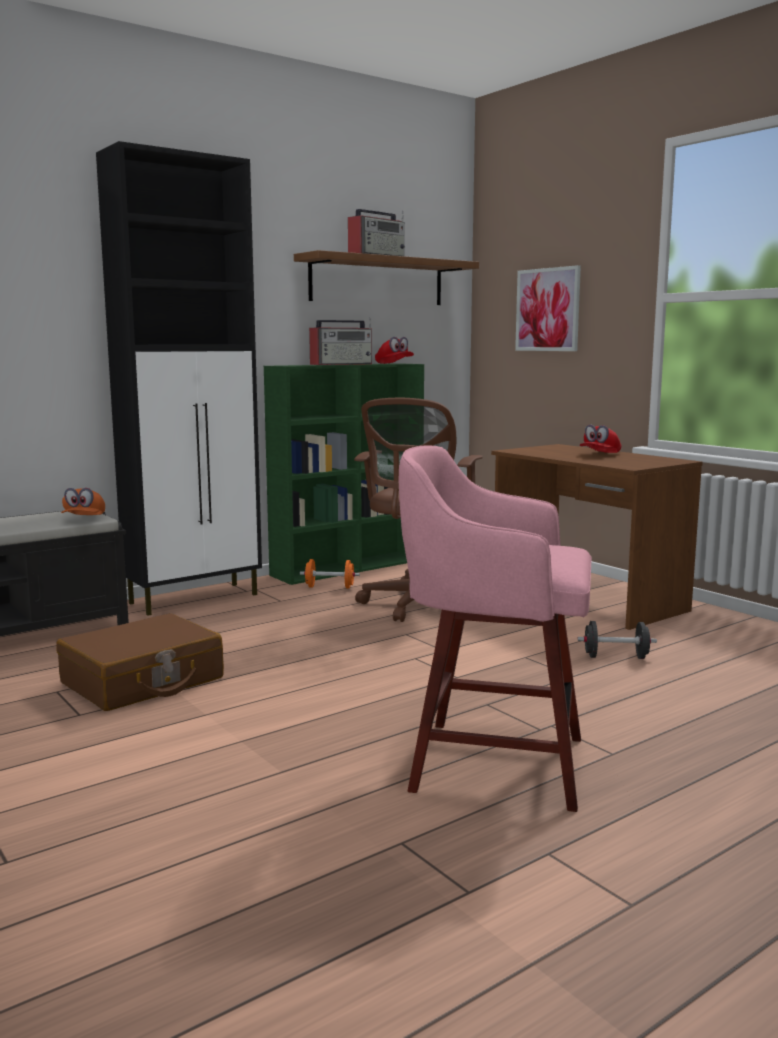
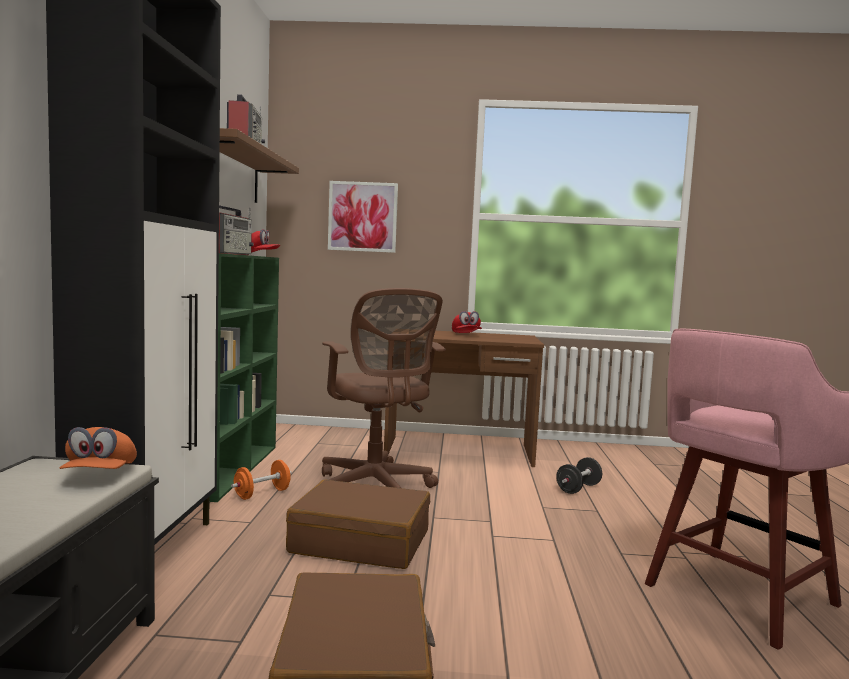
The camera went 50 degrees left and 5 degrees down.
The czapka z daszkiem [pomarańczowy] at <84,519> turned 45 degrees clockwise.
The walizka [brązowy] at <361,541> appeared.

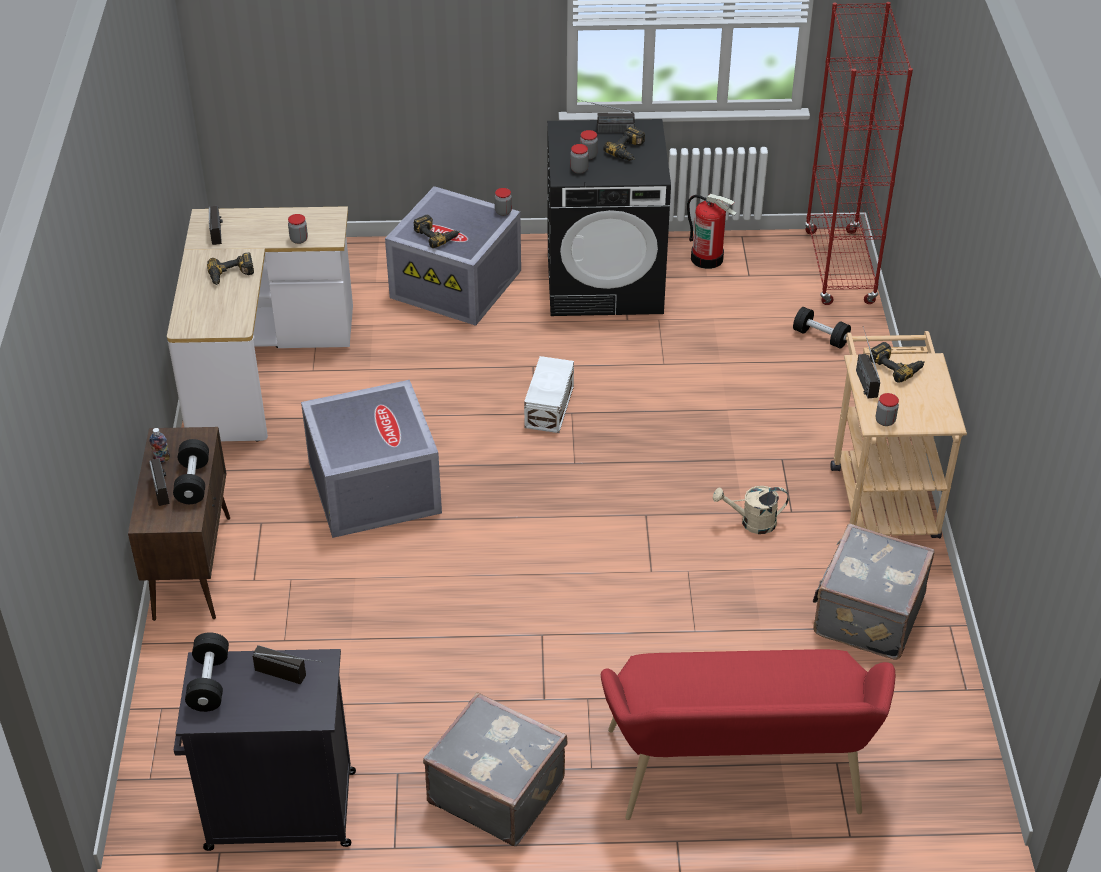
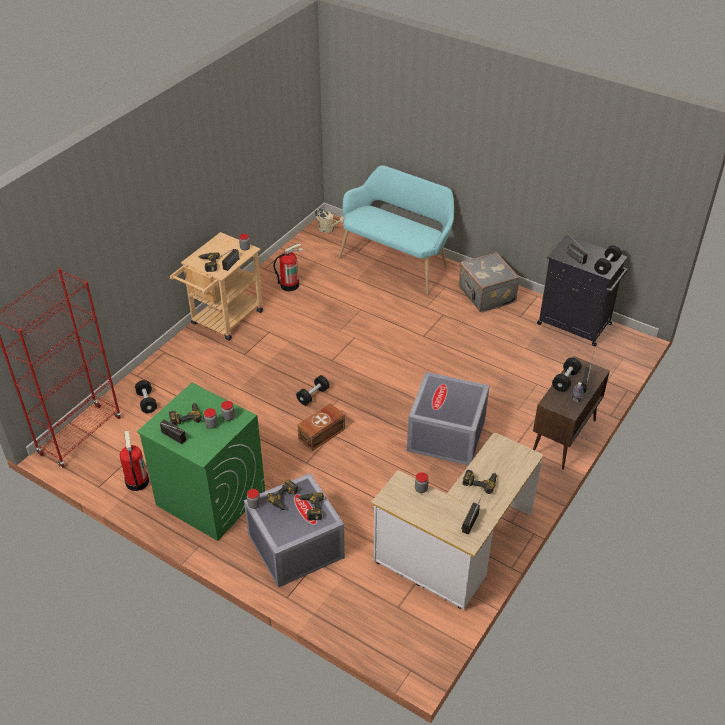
The camera went 145 degrees left and 0 degrees up.
The pralka [czarny] at <605,282> became the pralka [zielony] at <210,497>.
The pojemnik do przechowywania [biały] at <548,407> became the pojemnik do przechowywania [brązowy] at <322,434>.
The konewka [beżowy] moved from <751,522> to <329,229>.
The walizka [szary] at <866,615> was replaced by the gaśnica at <289,285>.
The ławka [czerwony] at <738,781> became the ławka [turkusowy] at <397,262>.
The hantel [czarny] at <313,395> appeared.
The wiertarka at <285,499> appeared.

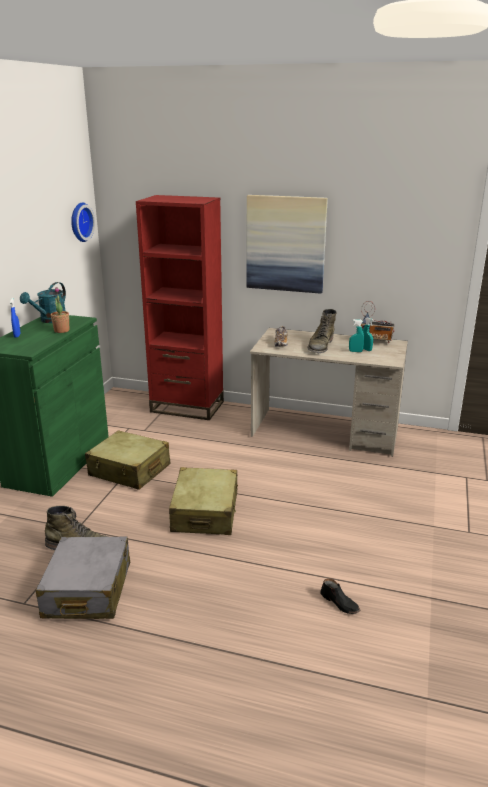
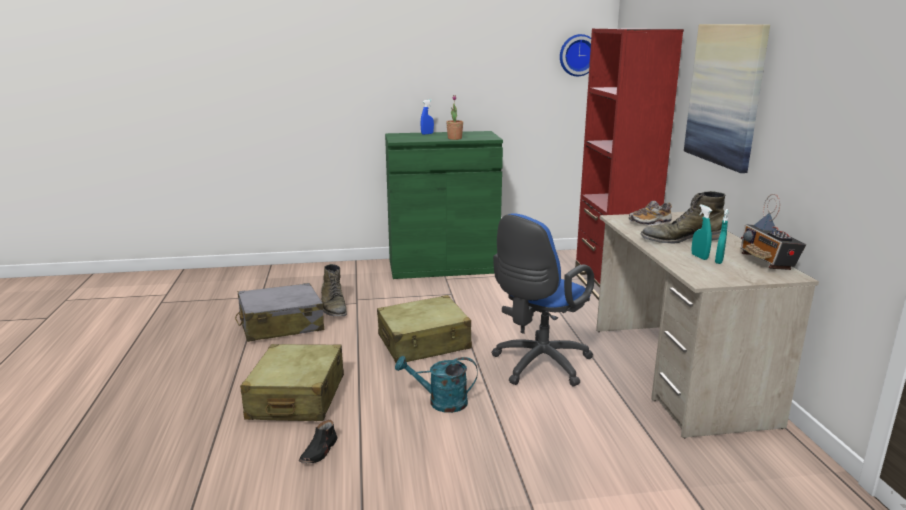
The camera went 65 degrees right and 5 degrees down.
The konewka [turkusowy] moved from <50,320> to <440,402>.
The walizka [beżowy] moved from <129,470> to <296,398>.
The krzesło biurowe [niebieski] at <538,366> appeared.

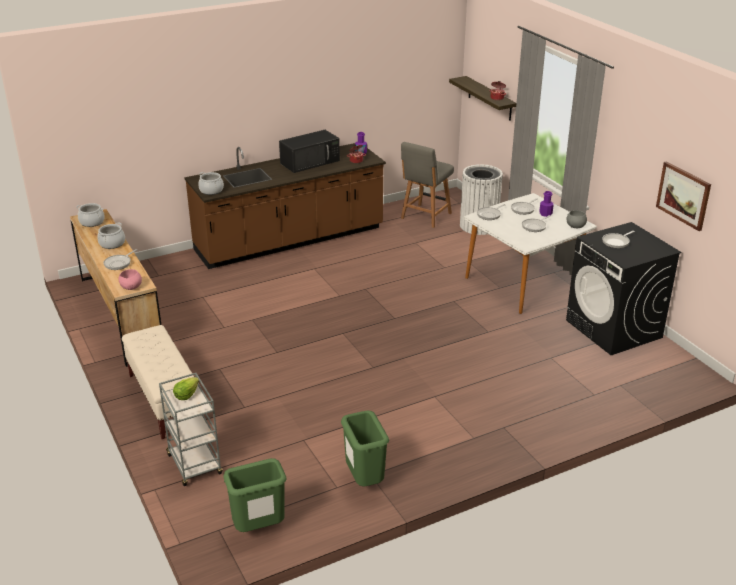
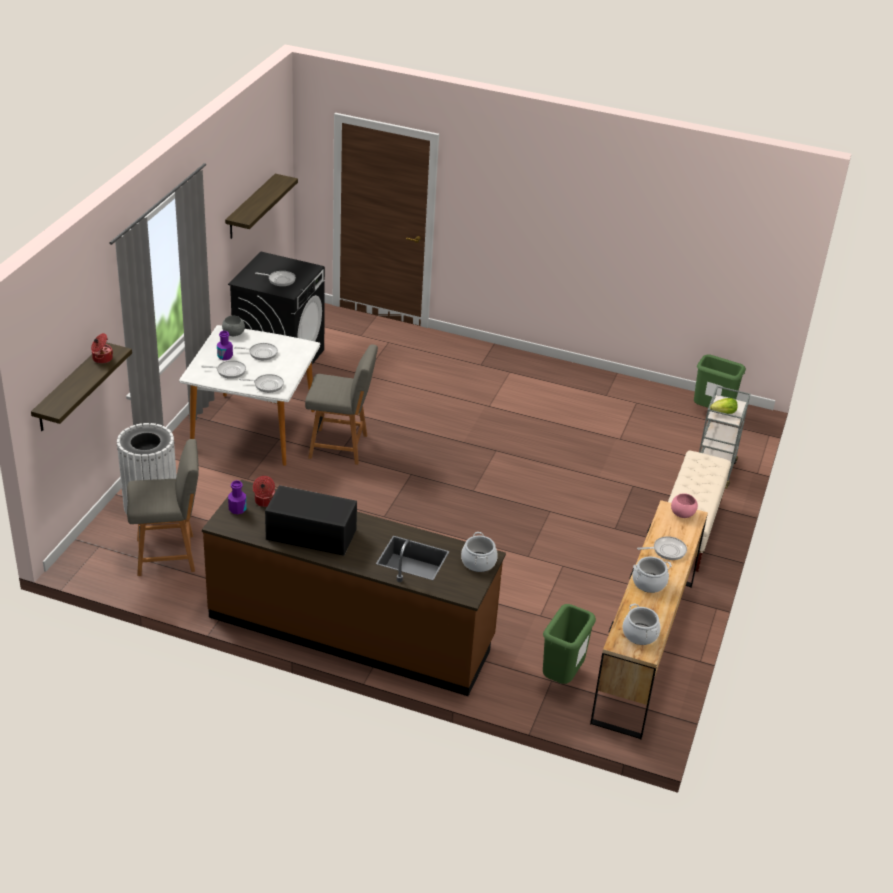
The camera went 135 degrees left and 5 degrees up.
The obraz at <683,195> was replaced by the półka at <251,207>.
The kosz na śmieci [zielony] moved from <364,481> to <562,677>.
The krzesło [szary] at <340,447> appeared.

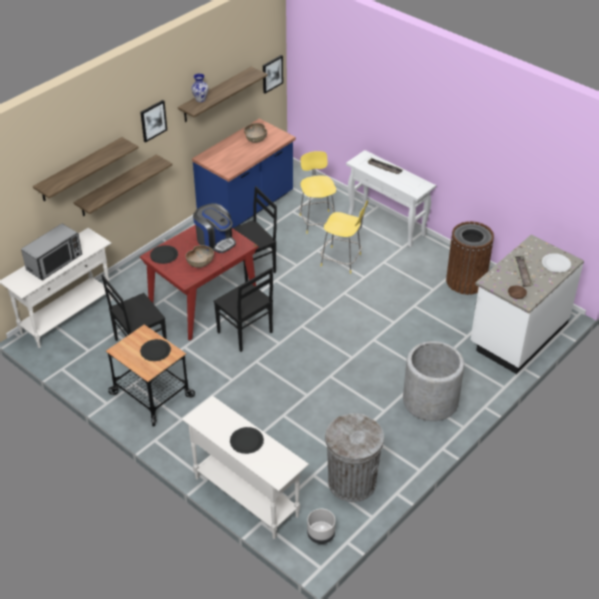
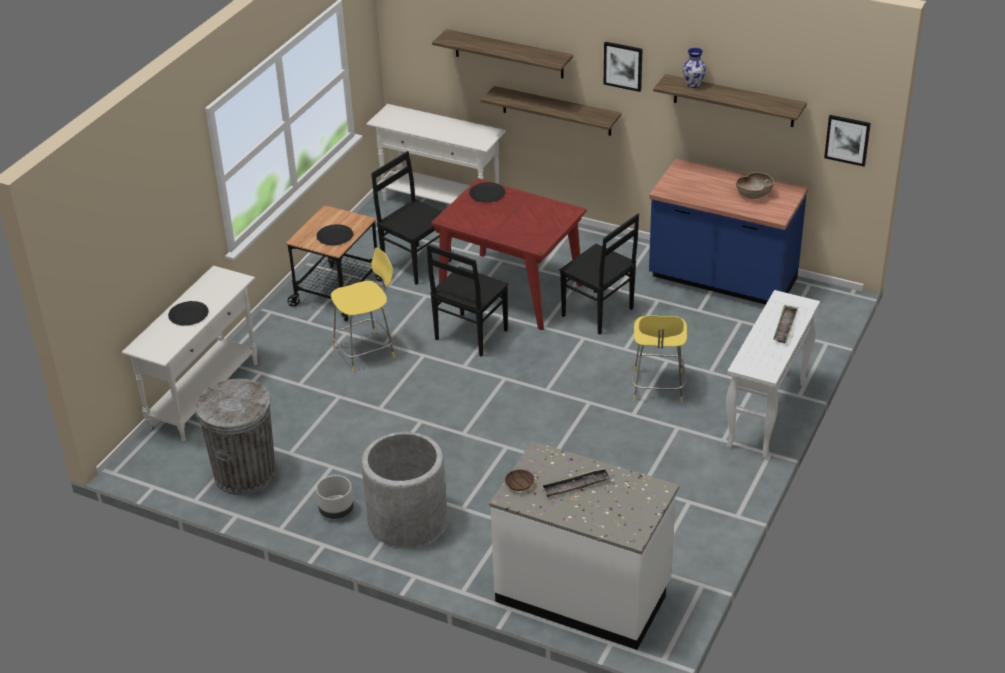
The camera went 75 degrees right and 5 degrees down.
The stołek [żółty] moved from <317,221> to <366,351>.
The ekspres do kawy at <215,241> disappeared.
The kosz na śmieci [brązowy] at <466,281> disappeared.
The mikrofalówka at <55,262> disappeared.
The miska [brązowy] at <200,263> disappeared.
The talerz [biały] at <556,263> disappeared.
The donica [szary] moved from <321,534> to <336,510>.

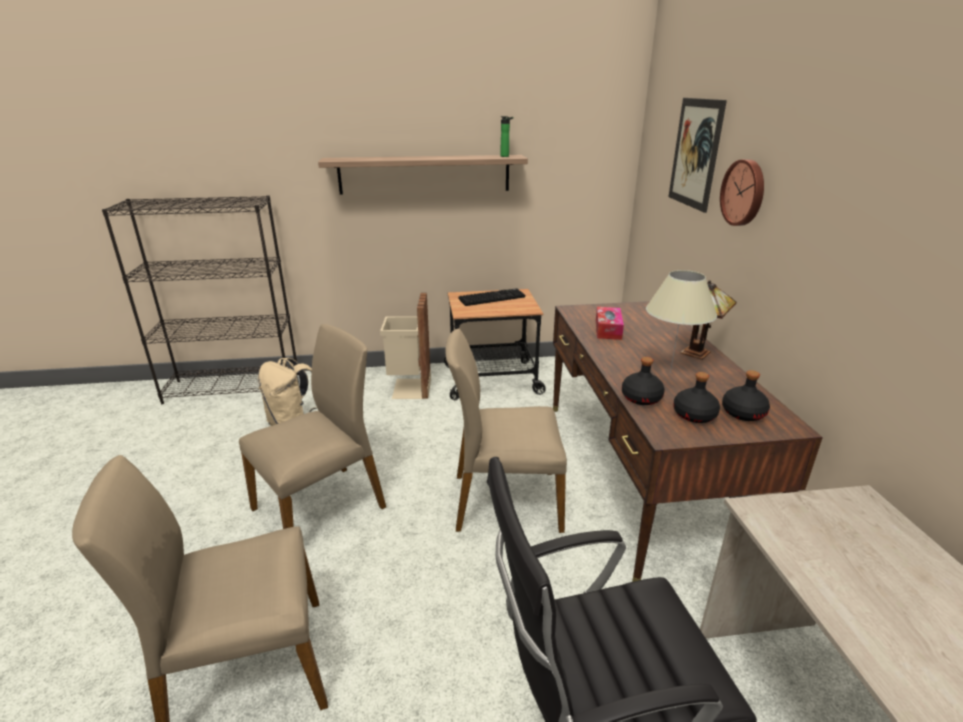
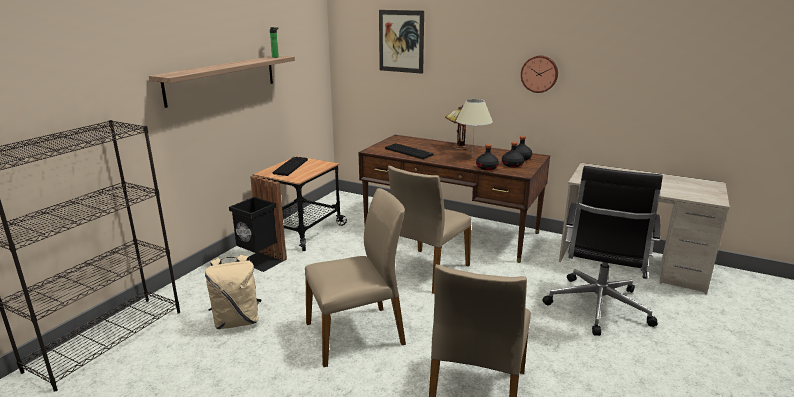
The camera went 55 degrees left and 5 degrees down.
The zegar ścienny moved from <744,193> to <539,74>.
The kosz na śmieci [beżowy] at <409,388> became the kosz na śmieci [czarny] at <261,261>.
The pudełko chusteczek at <608,329> was replaced by the klawiatura at <409,152>.
The krzesło [beżowy] at <321,508> turned 75 degrees clockwise.

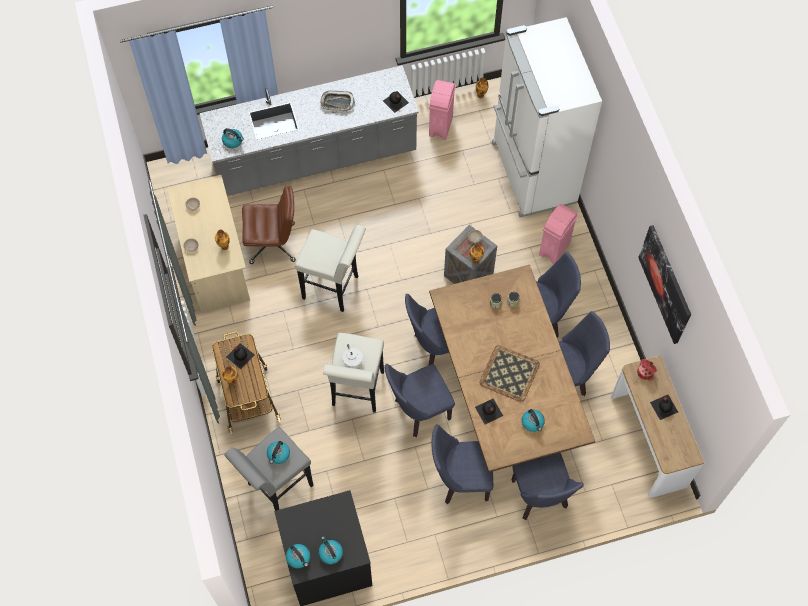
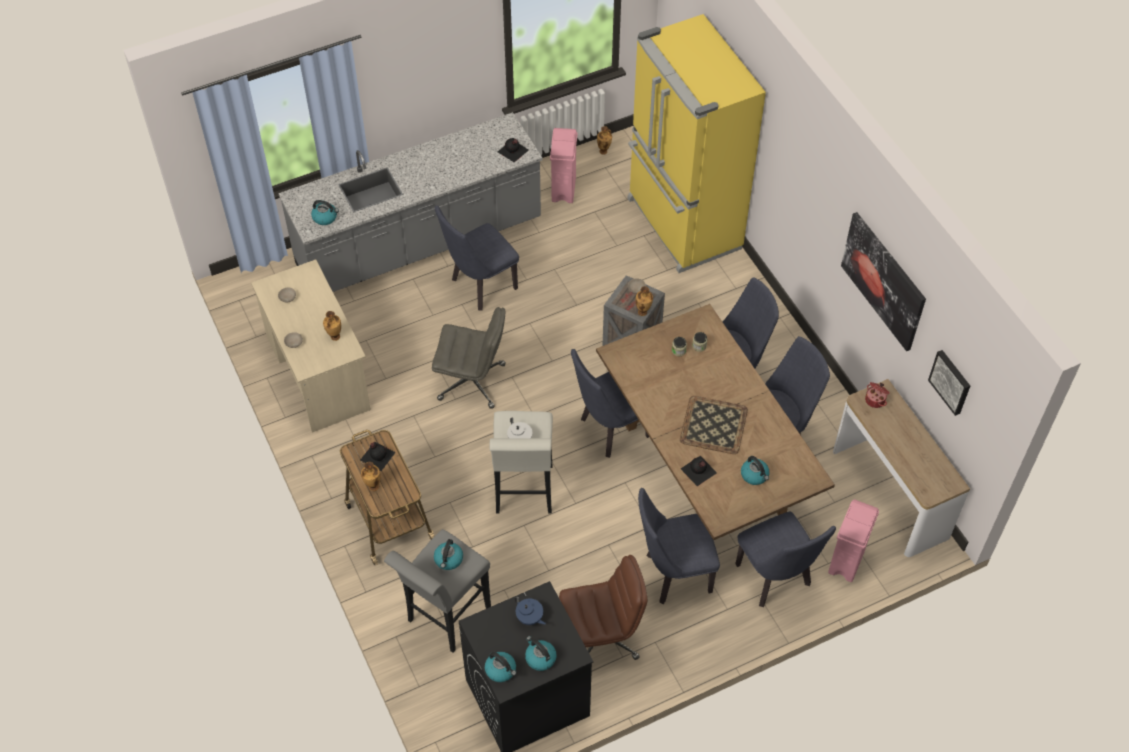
The camera went 10 degrees left and 10 degrees down.
The lodówka [biały] at <532,173> became the lodówka [żółty] at <682,225>.
The taca at <337,103> disappeared.
The krzesło biurowe [brązowy] moved from <273,243> to <601,637>.
The kosz na śmieci [różowy] moved from <554,248> to <846,561>.
The stołek [biały] at <334,288> was replaced by the krzesło biurowe [szary] at <472,382>.
The krzesło [niebieski] moved from <418,412> to <479,287>.
The butelka [czarny] at <664,406> disappeared.
The obraz at <951,381> appeared.
The imbryk [niebieski] at <529,618> appeared.

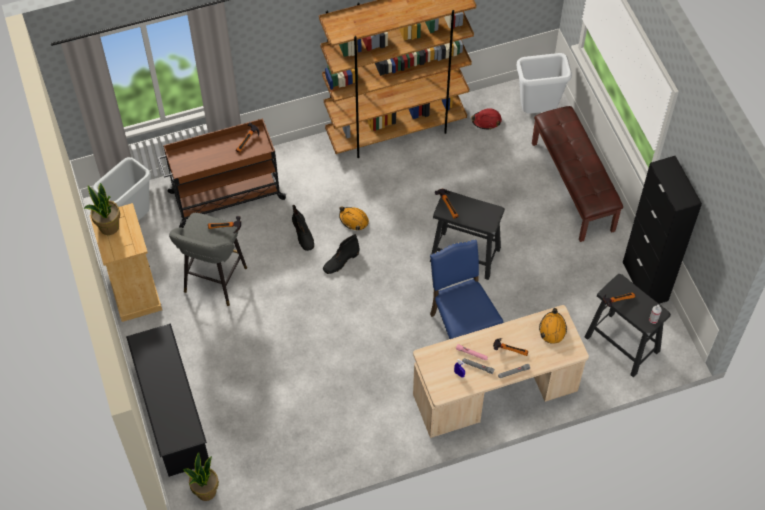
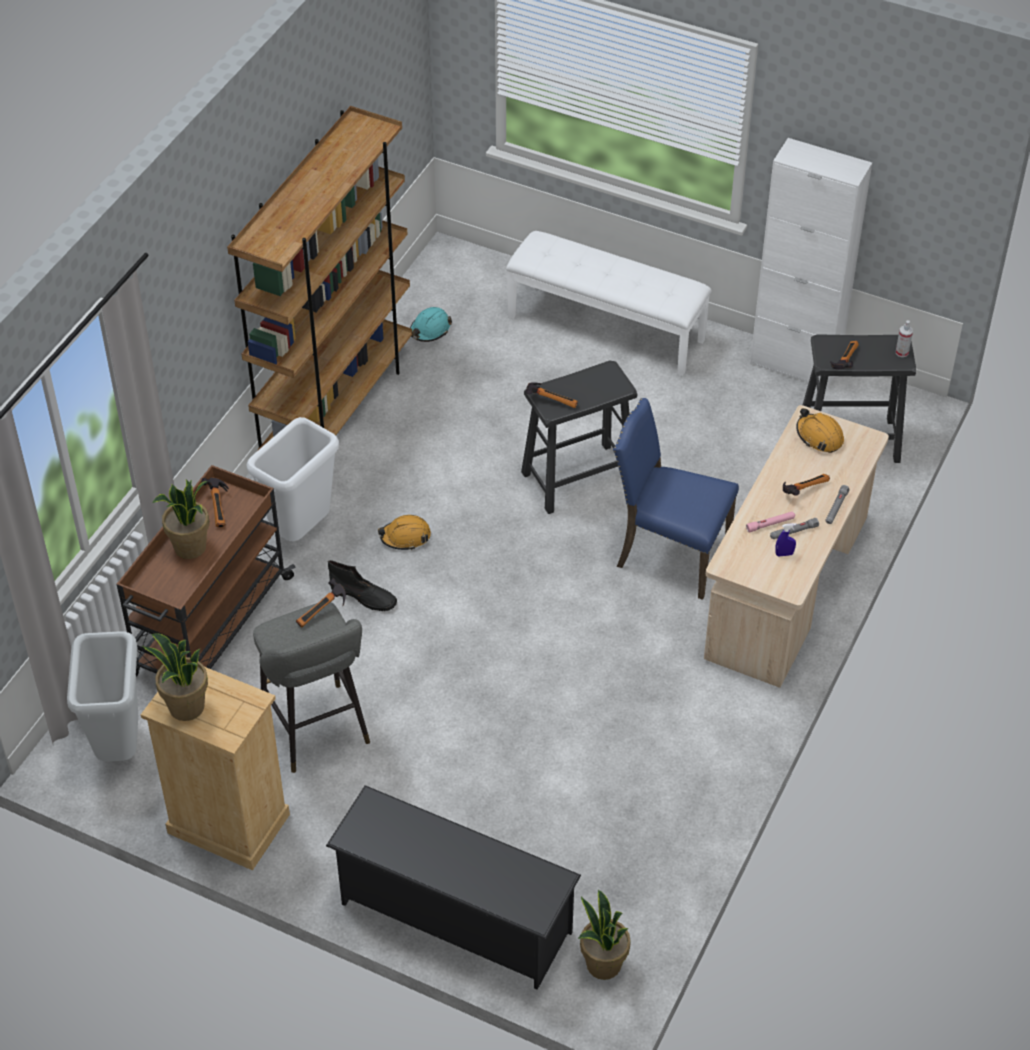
The camera went 45 degrees left and 10 degrees down.
The kosz na śmieci [biały] moved from <538,110> to <301,530>.
The ławka [brązowy] at <573,186> became the ławka [biały] at <606,328>.
The kask [czerwony] at <486,121> became the kask [turkusowy] at <430,330>.
The szafka [czarny] at <645,281> became the szafka [biały] at <795,365>.
The but z cholewką [czarny] at <341,261> disappeared.
The roślina doniczkowa at <190,547> appeared.

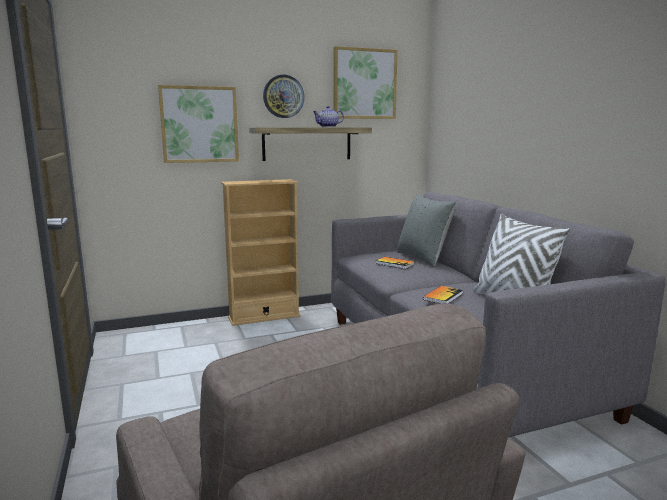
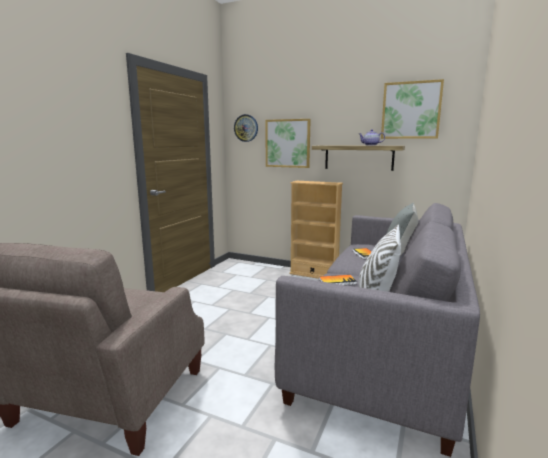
The camera went 45 degrees right and 0 degrees up.
The zegar ścienny moved from <283,96> to <246,128>.

